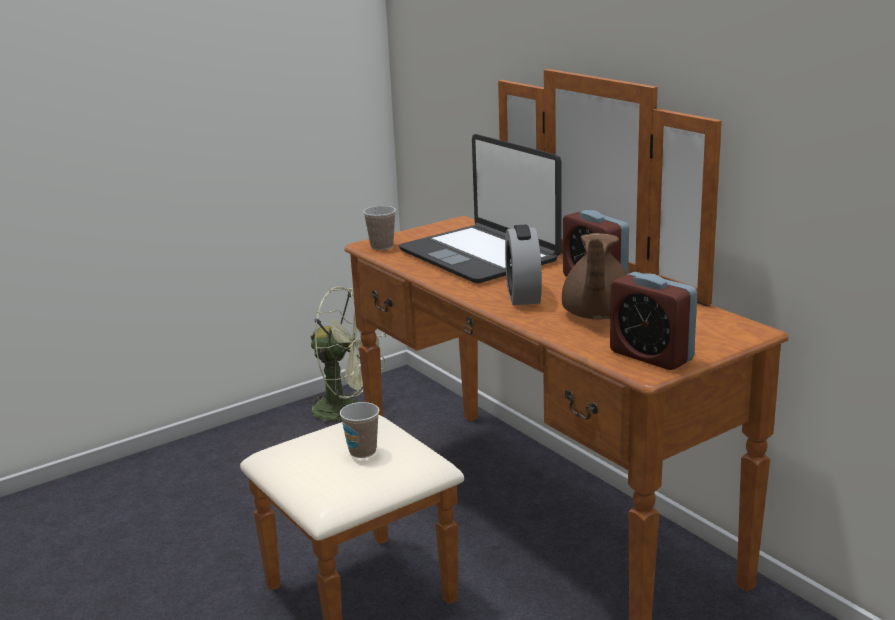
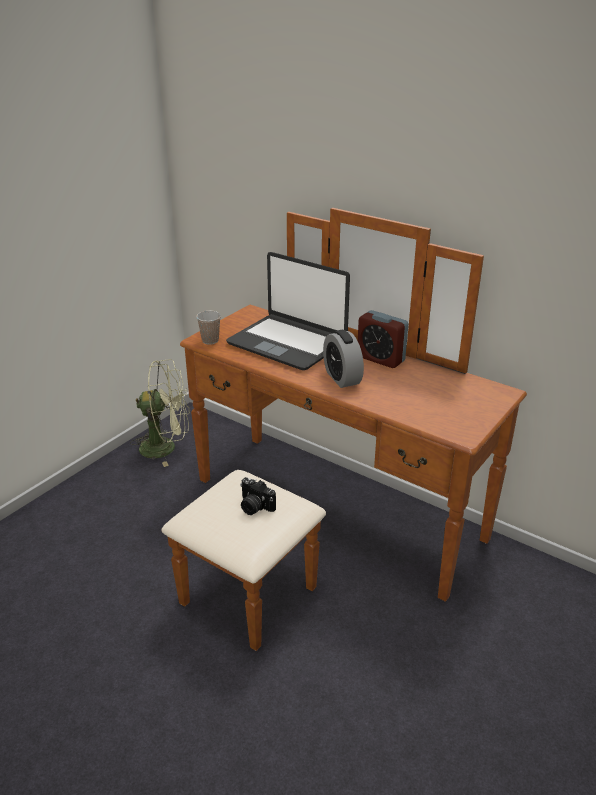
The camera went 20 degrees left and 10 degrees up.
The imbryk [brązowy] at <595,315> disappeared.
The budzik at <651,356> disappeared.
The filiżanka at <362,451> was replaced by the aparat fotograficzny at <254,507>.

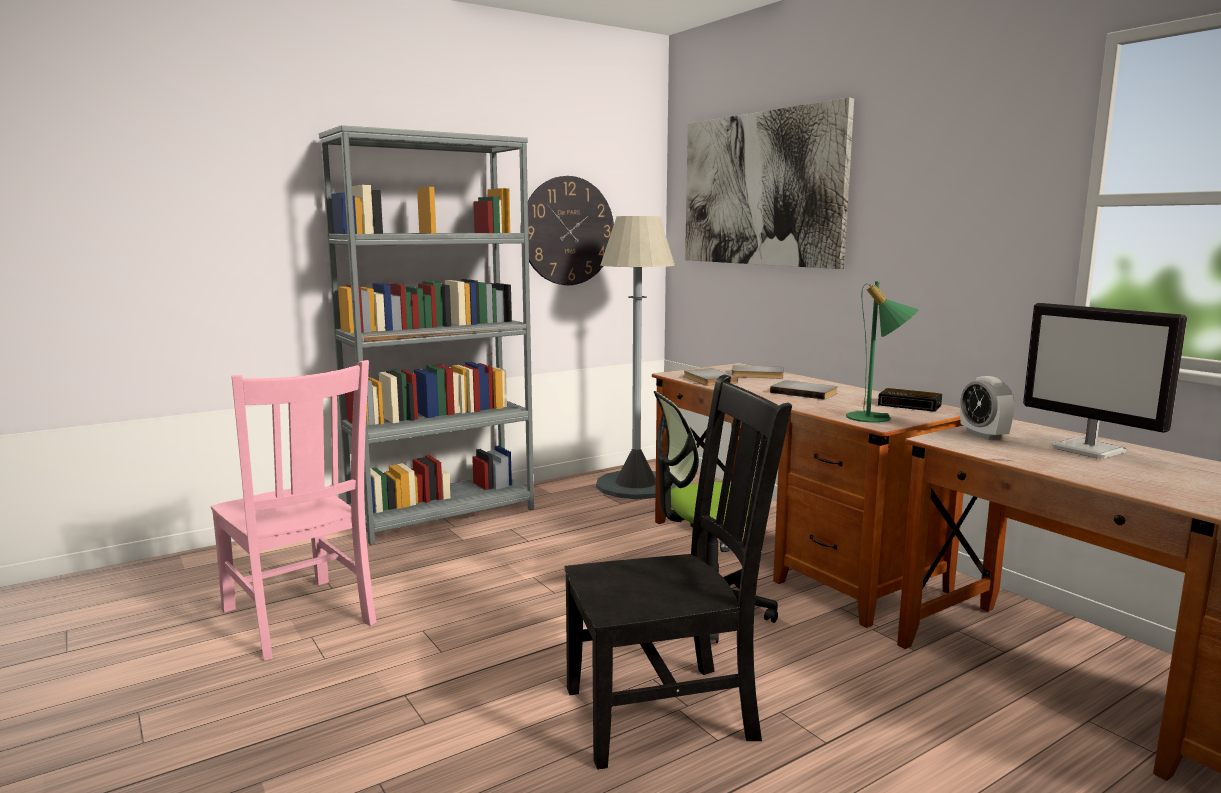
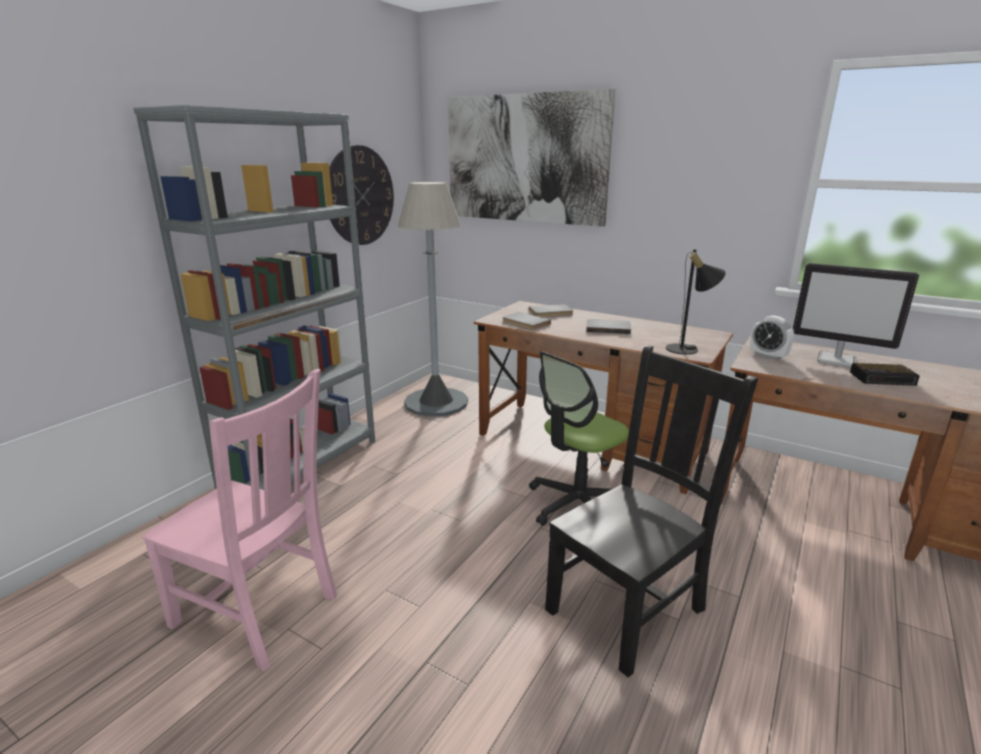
The camera went 25 degrees left and 10 degrees up.
The lampa stołowa [zielony] at <876,418> became the lampa stołowa [czarny] at <688,349>.
The budzik moved from <911,405> to <883,378>.

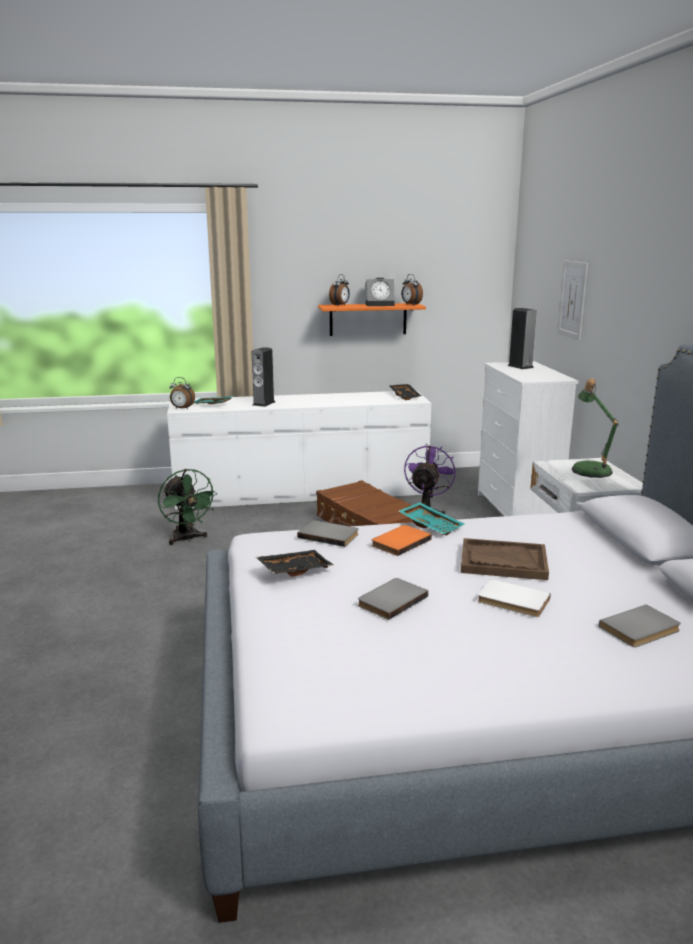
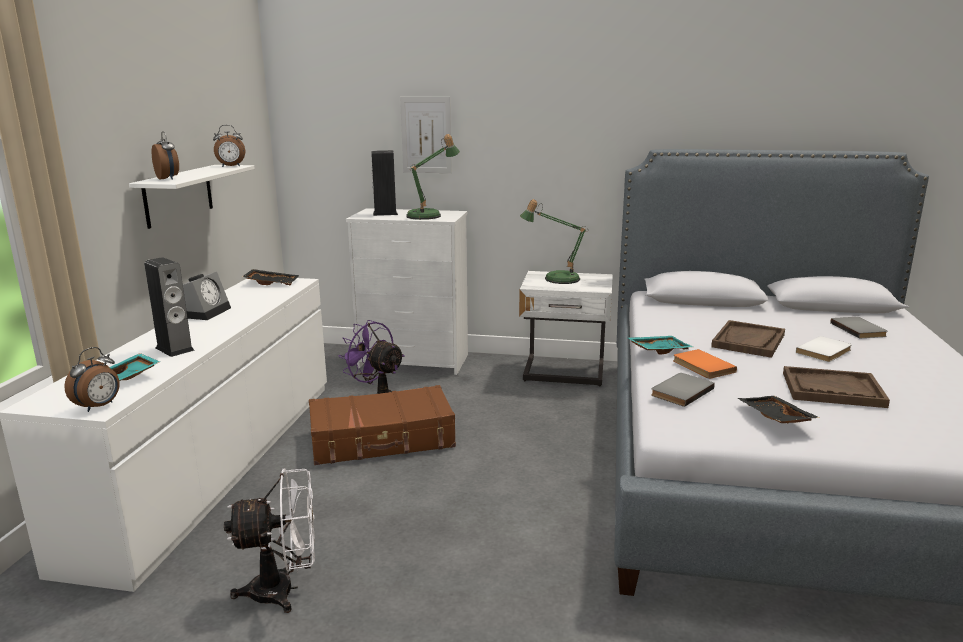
The camera went 70 degrees left and 0 degrees up.
The budzik moved from <380,305> to <206,312>.
The półka [pomarańczowy] at <368,319> became the półka [biały] at <178,195>.
The wentylator [zielony] at <187,539> became the wentylator [biały] at <284,590>.
The książka [szary] at <390,600> was replaced by the taca [brązowy] at <832,390>.
The lampa stołowa at <429,215> appeared.

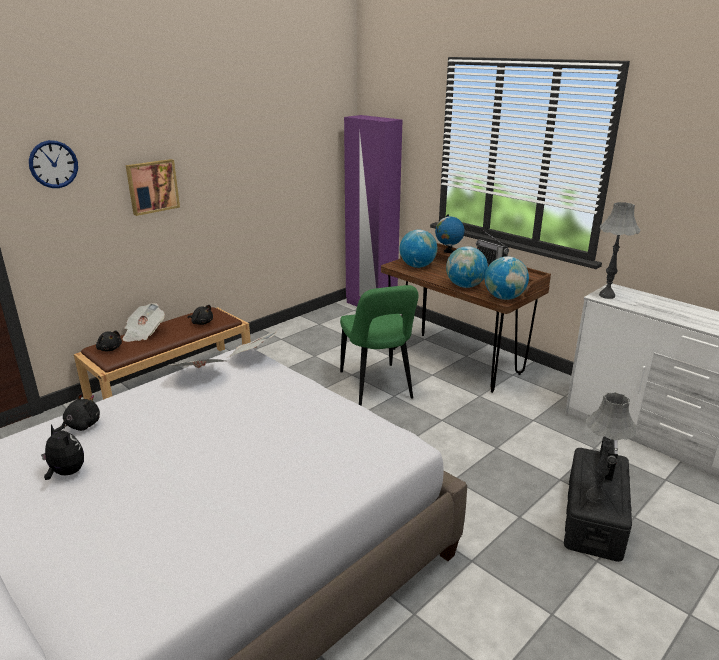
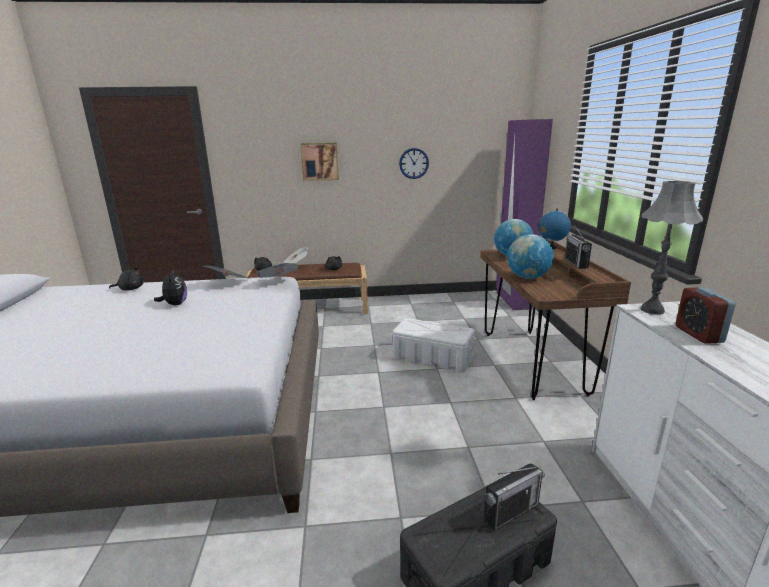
The camera went 40 degrees right and 5 degrees down.
The zegar ścienny moved from <53,164> to <414,163>.
The globus at <504,298> disappeared.
The krzesło [zielony] at <377,387> was replaced by the pojemnik do przechowywania [biały] at <432,357>.
The lampa stołowa [szary] at <595,496> disappeared.
The pluszak moved from <66,473> to <175,304>.
The budzik at <698,334> appeared.

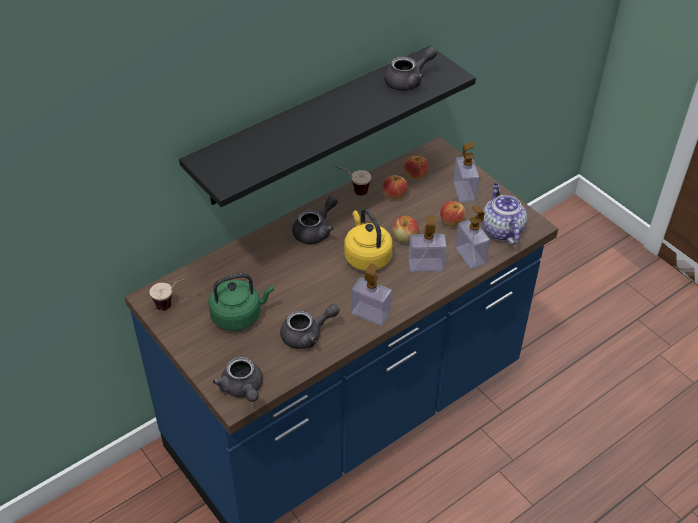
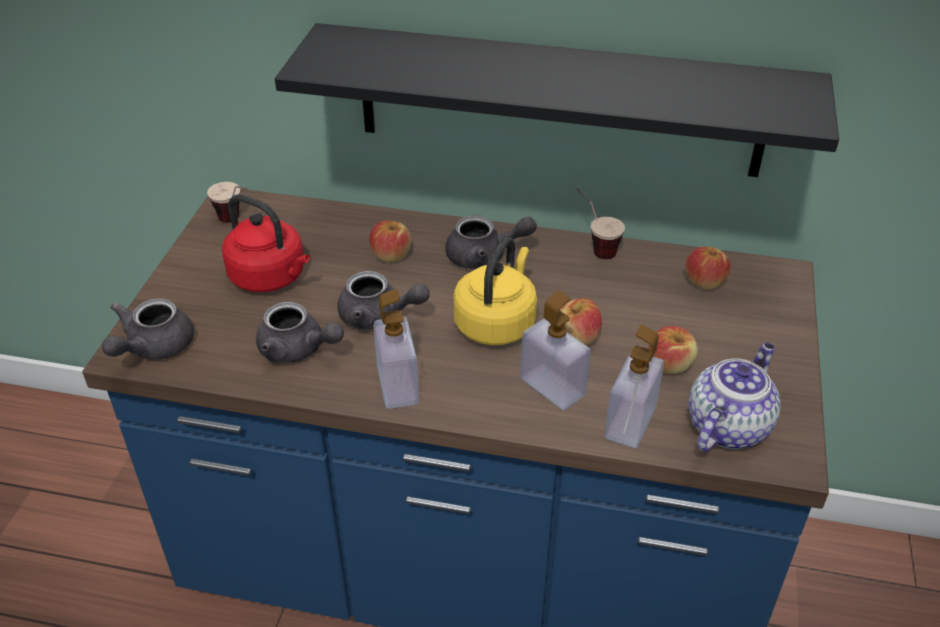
The camera went 50 degrees right and 5 degrees down.
The imbryk [szary] moved from <408,81> to <379,316>.
The dozownik mydła at <464,191> disappeared.
The jabłko moved from <394,195> to <390,255>.
The czajnik [zielony] at <239,315> became the czajnik [czerwony] at <271,277>.

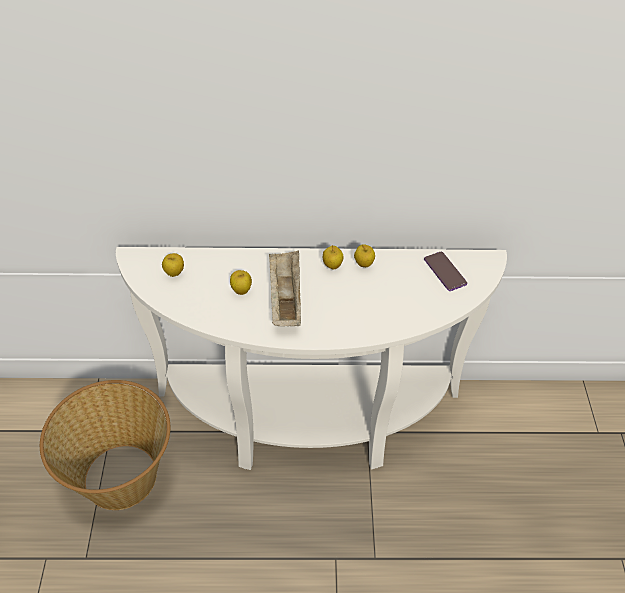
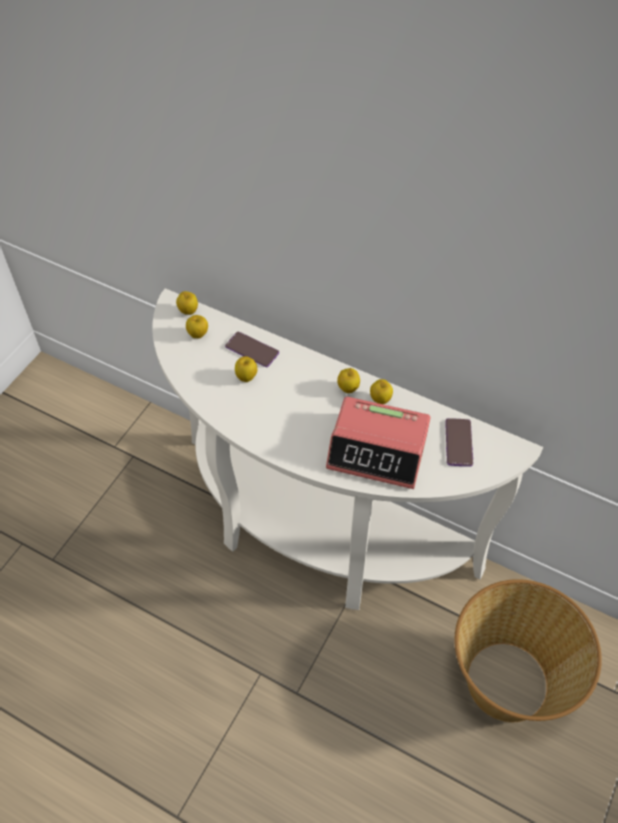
The camera went 30 degrees right and 5 degrees up.
The taca [beżowy] at <285,298> disappeared.
The koszyk moved from <121,475> to <508,680>.
The jabłko at <188,312> appeared.
The telefon at <252,350> appeared.
The budzik at <378,450> appeared.

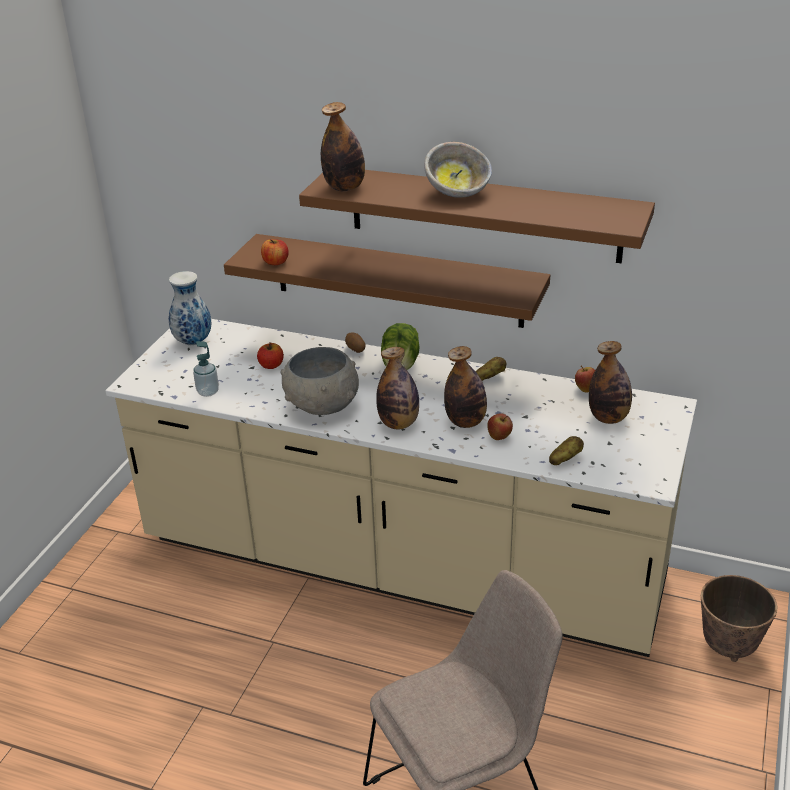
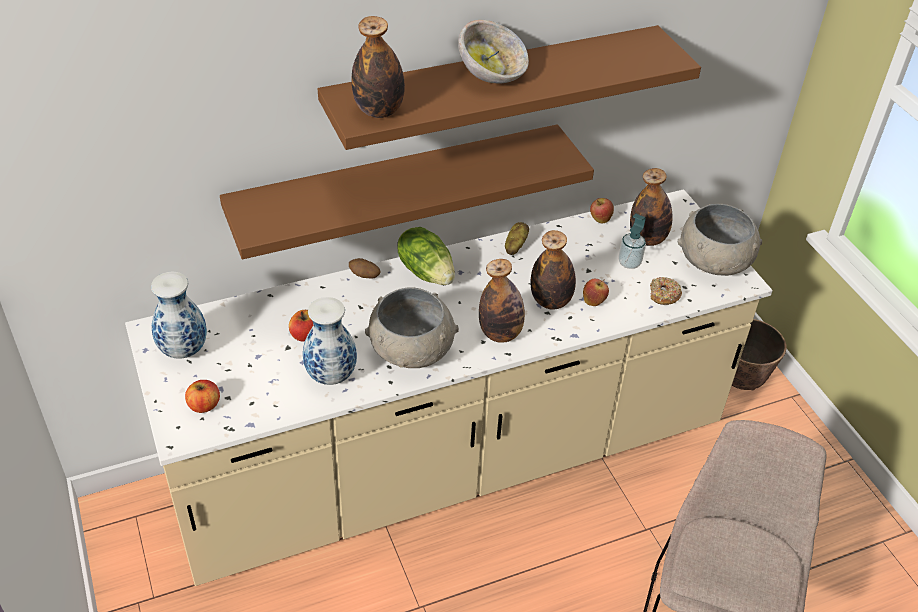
The camera went 45 degrees left and 10 degrees up.
The jabłko moved from <275,262> to <204,405>.
The dozownik mydła moved from <208,392> to <629,263>.
The ziemniak at <565,459> was replaced by the donut at <663,295>.
The miska [szary] at <713,263> appeared.
The wazon at <330,375> appeared.

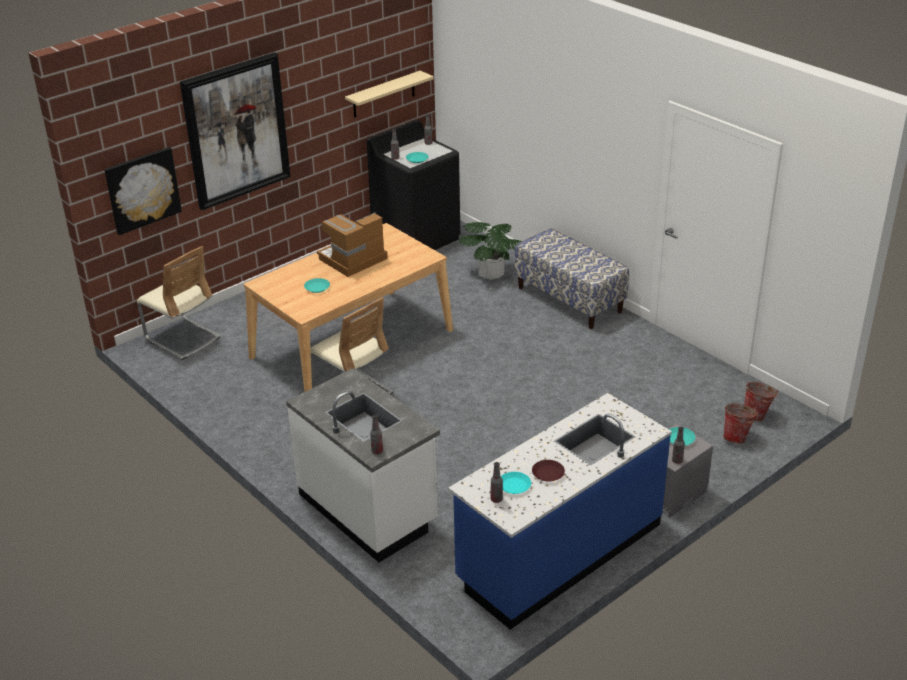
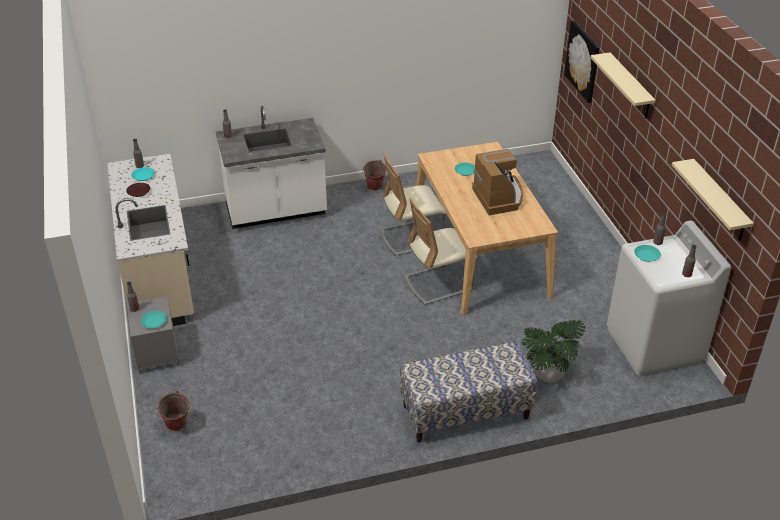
The camera went 115 degrees right and 5 degrees up.
The obraz at <236,131> was replaced by the półka [beżowy] at <630,86>.
The pralka [czarny] at <416,237> became the pralka [biały] at <654,345>.
The krzesło [beżowy] moved from <182,338> to <438,283>.
The wiadro moved from <757,416> to <374,188>.
The zabudowa kuchenna [niebieski] at <559,552> became the zabudowa kuchenna [beżowy] at <159,275>.

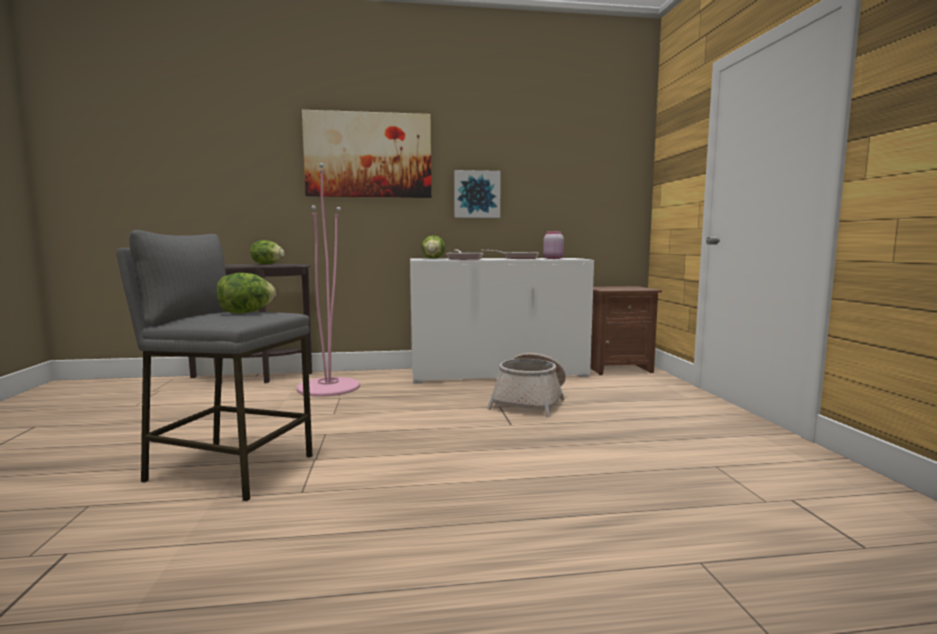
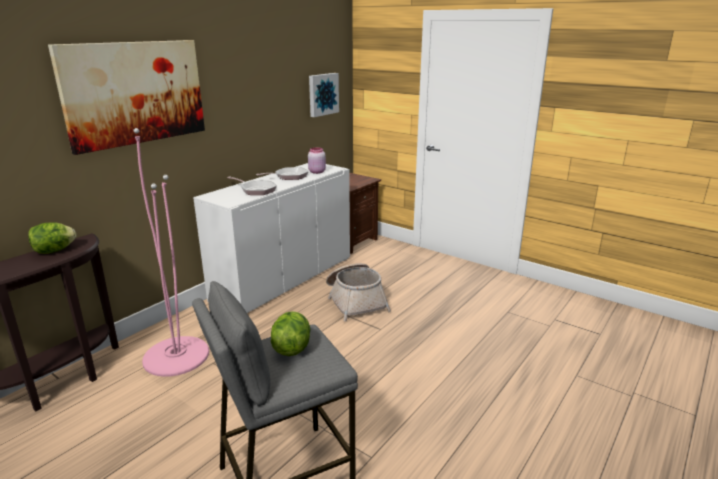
The camera went 45 degrees left and 15 degrees up.
The obraz moved from <476,194> to <322,94>.
The sałata at <433,258> disappeared.

